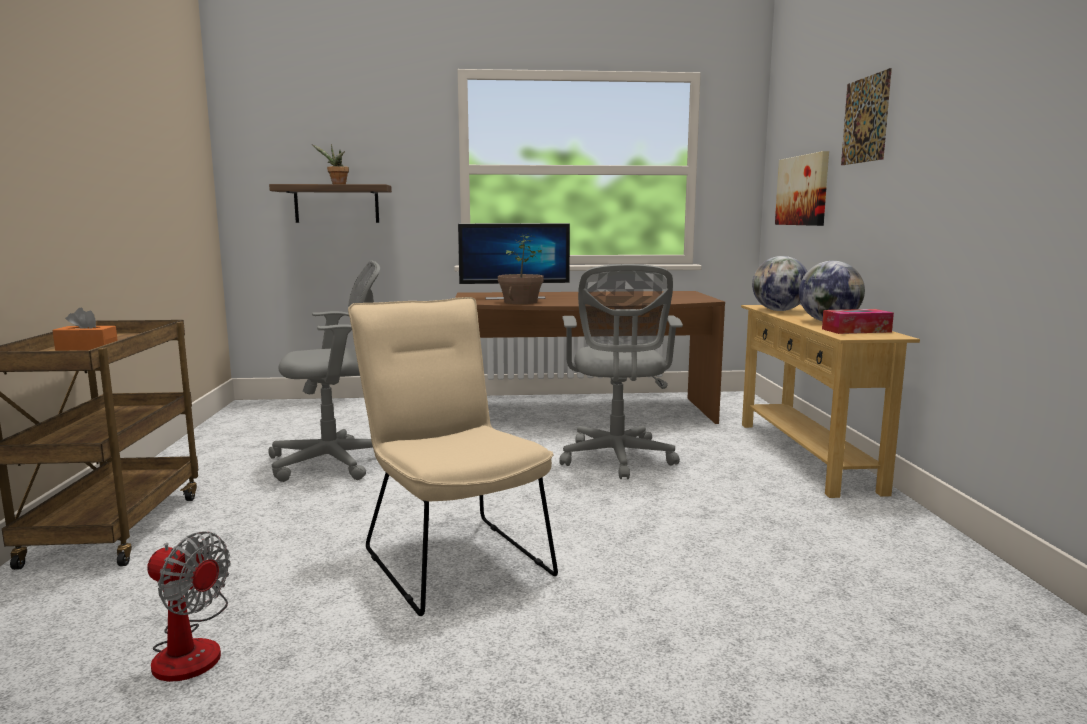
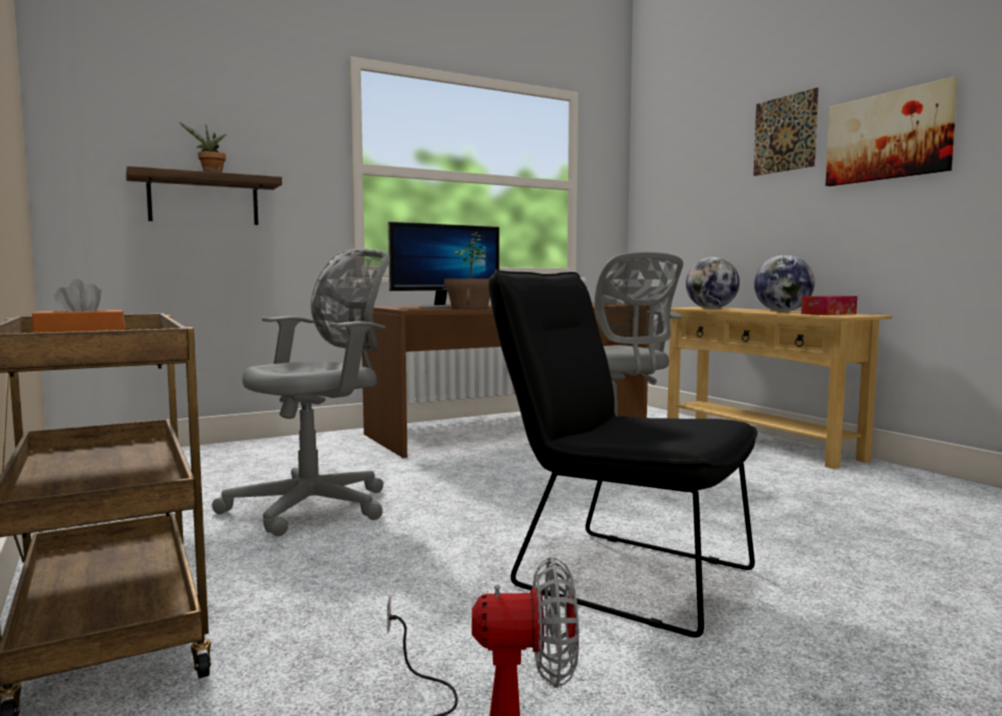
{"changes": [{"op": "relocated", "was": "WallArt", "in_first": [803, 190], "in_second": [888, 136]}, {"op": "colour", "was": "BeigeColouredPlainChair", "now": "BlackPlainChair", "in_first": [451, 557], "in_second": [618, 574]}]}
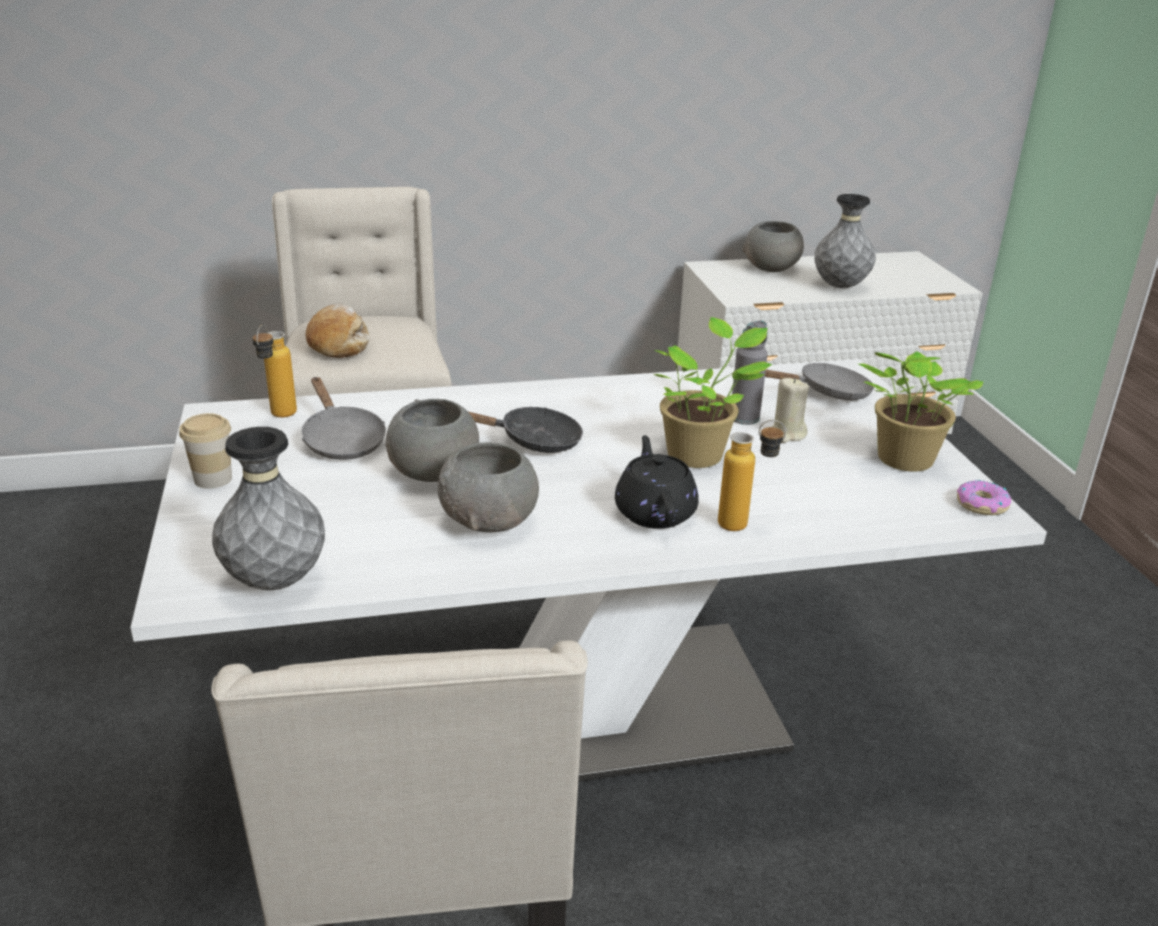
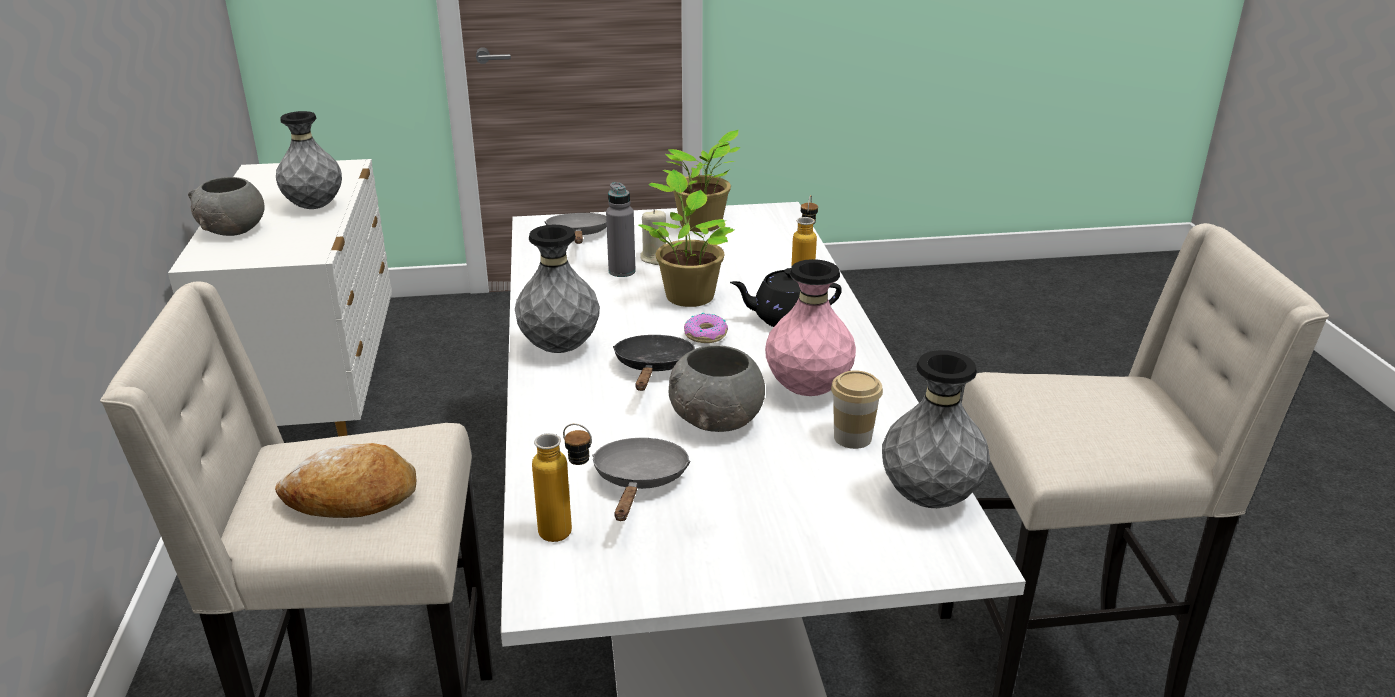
{"changes": [{"op": "spun", "was": "GrayPan", "in_first": [341, 440], "in_second": [639, 482], "clockwise": -60}, {"op": "relocated", "was": "SmallCup", "in_first": [213, 479], "in_second": [852, 438]}, {"op": "exchanged", "was": "GrayServingBowl", "now": "PinkVase", "in_first": [490, 521], "in_second": [807, 390]}, {"op": "relocated", "was": "RingDoughnut", "in_first": [981, 505], "in_second": [706, 335]}, {"op": "appeared", "now": "GrayVase", "in_second": [560, 348]}]}
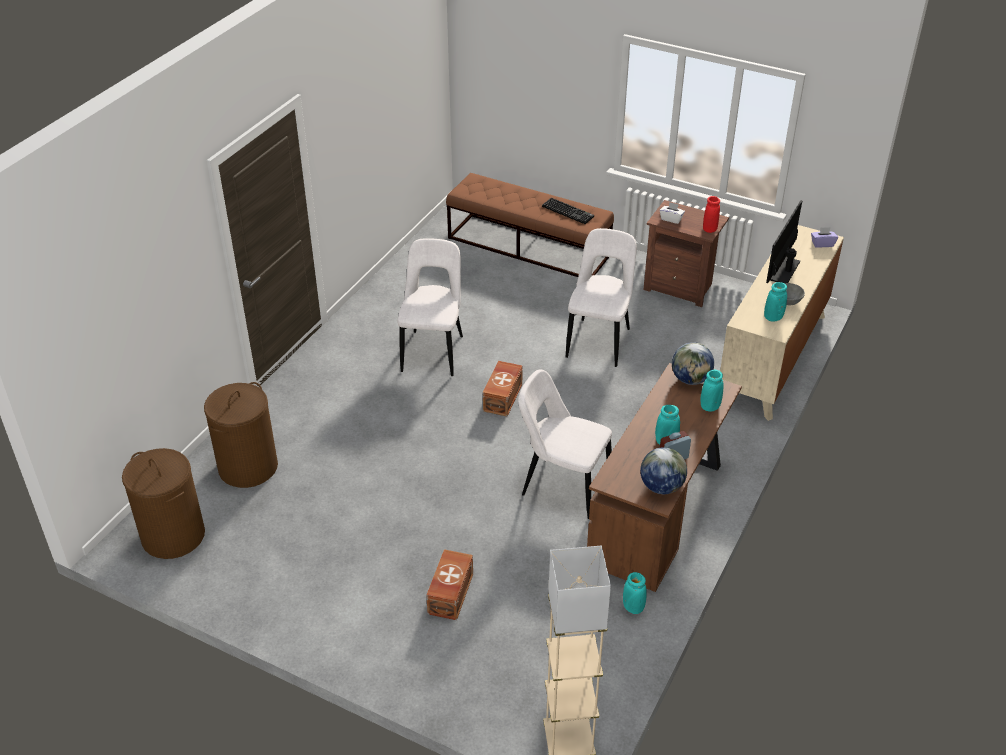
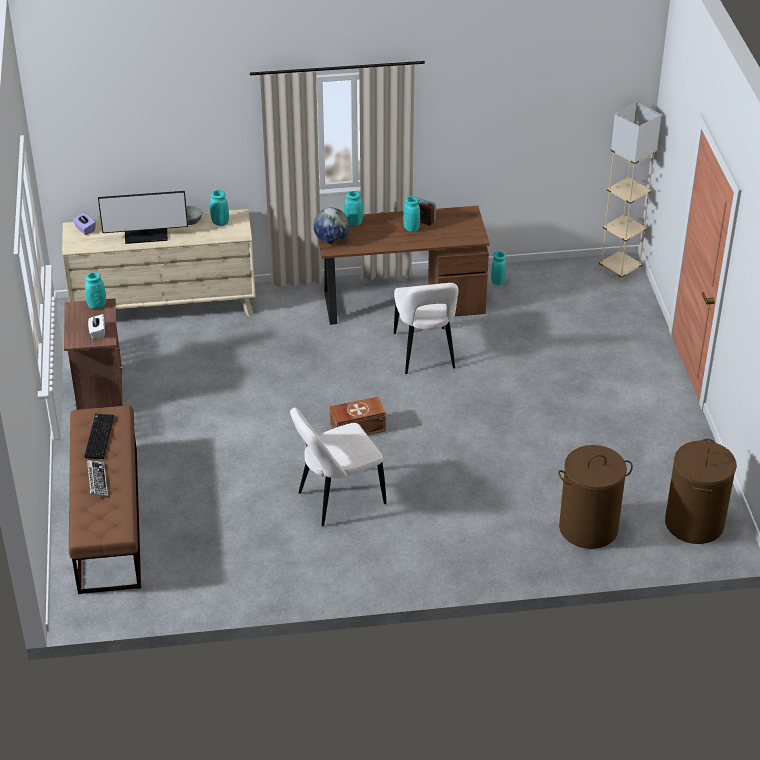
{"changes": [{"op": "colour", "was": "RedColouredVase", "now": "BlueGreenVase", "in_first": [709, 229], "in_second": [97, 305]}, {"op": "missing", "was": "WhiteColouredPlainChair", "in_first": [599, 340]}, {"op": "missing", "was": "WorldGlobe", "in_first": [661, 487]}, {"op": "missing", "was": "BrownStorageBox", "in_first": [449, 594]}, {"op": "appeared", "now": "ComputerKeyboard", "in_second": [97, 481]}]}
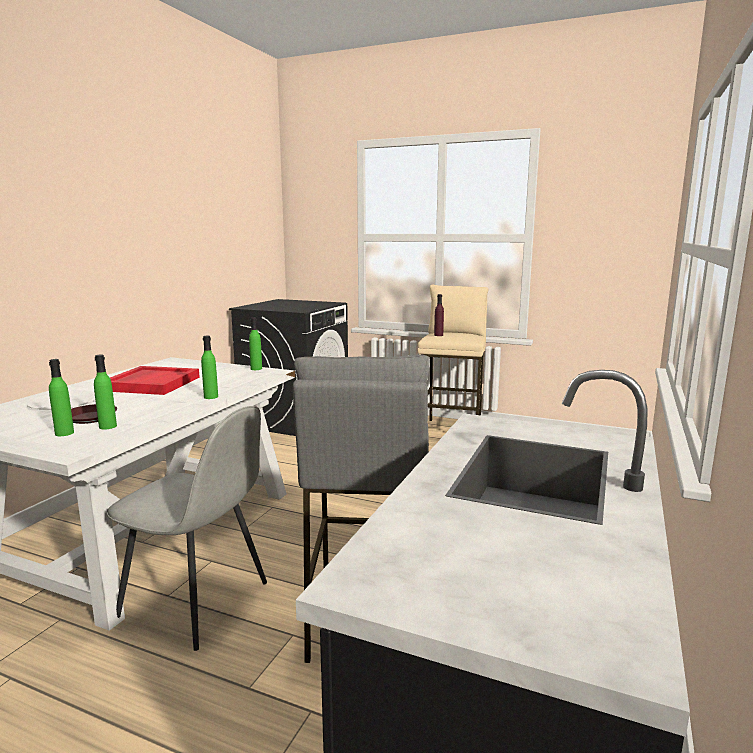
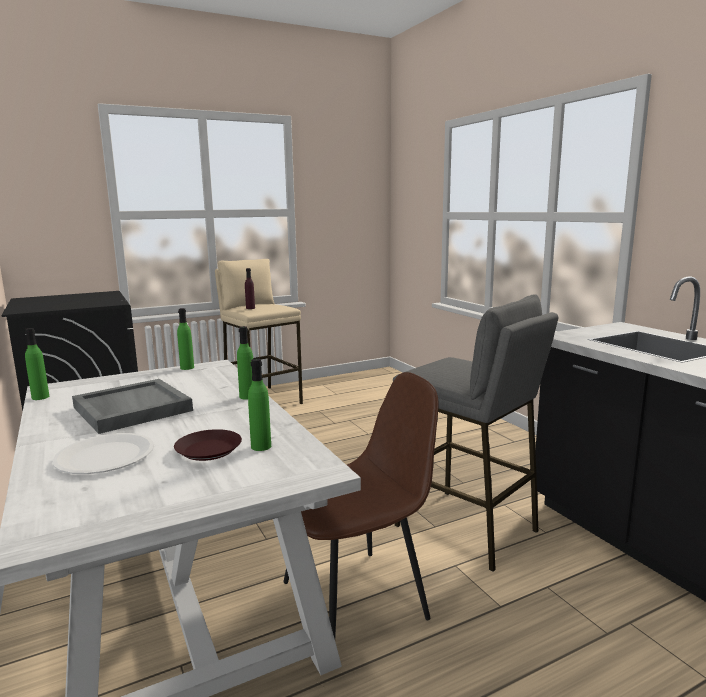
{"changes": [{"op": "relocated", "was": "GreenishBeverageBottle", "in_first": [64, 433], "in_second": [40, 397]}, {"op": "colour", "was": "RedColouredCarryingTray", "now": "GrayCarryingTray", "in_first": [152, 383], "in_second": [131, 409]}, {"op": "colour", "was": "GrayPlainChair", "now": "BrownPlainChair", "in_first": [197, 603], "in_second": [357, 598]}]}
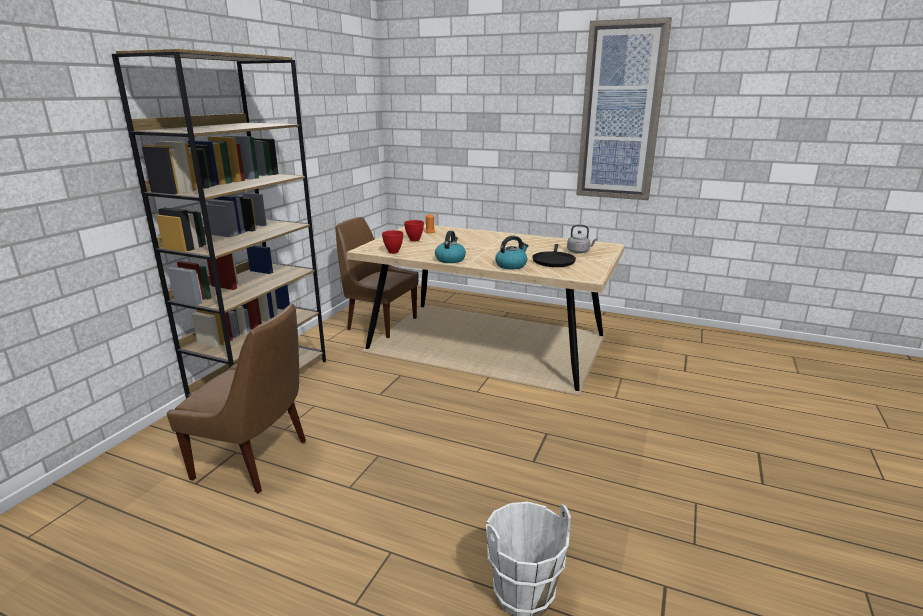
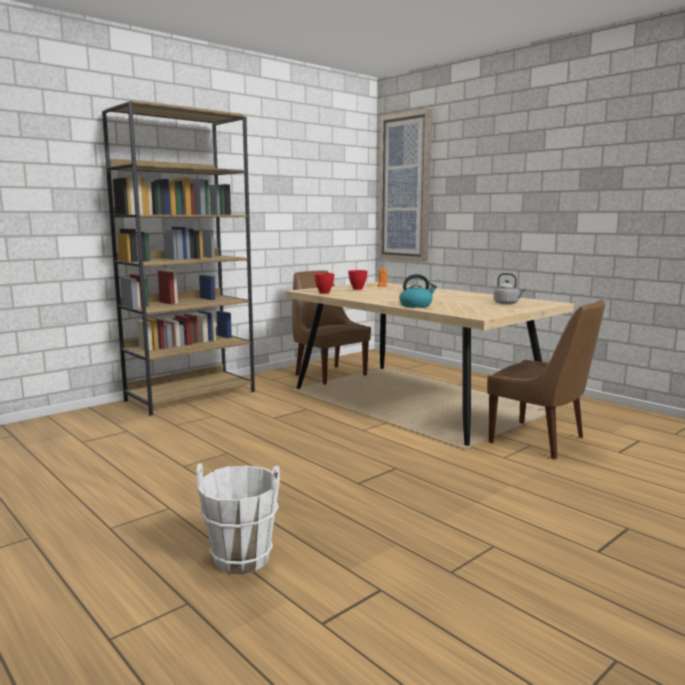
{"changes": [{"op": "relocated", "was": "WallArt", "in_first": [620, 113], "in_second": [405, 188]}, {"op": "missing", "was": "TeaKettle", "in_first": [450, 259]}, {"op": "missing", "was": "BlackPan", "in_first": [553, 261]}, {"op": "relocated", "was": "BrownPlainChair", "in_first": [255, 460], "in_second": [540, 441]}]}
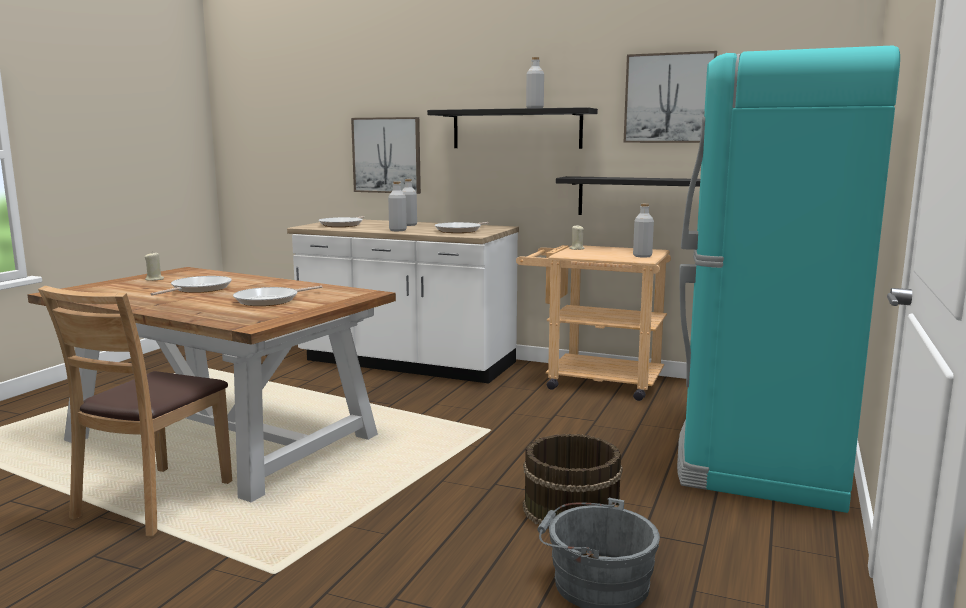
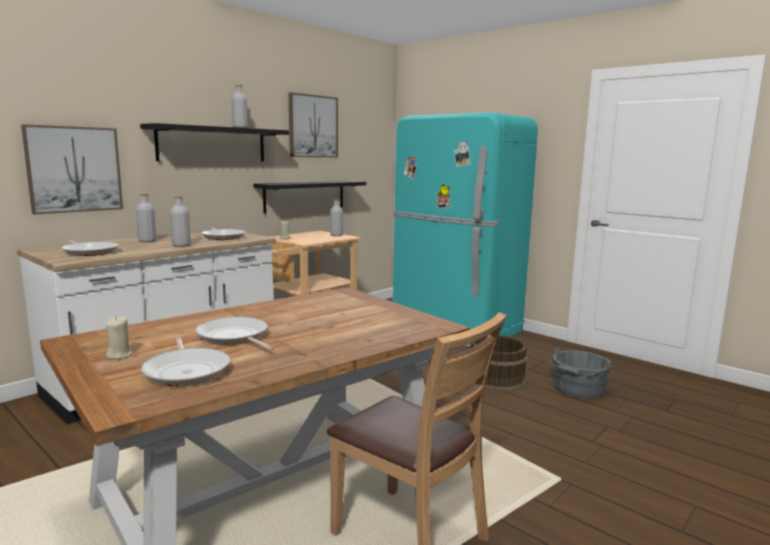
{"changes": [{"op": "relocated", "was": "Pan", "in_first": [270, 300], "in_second": [187, 371]}]}
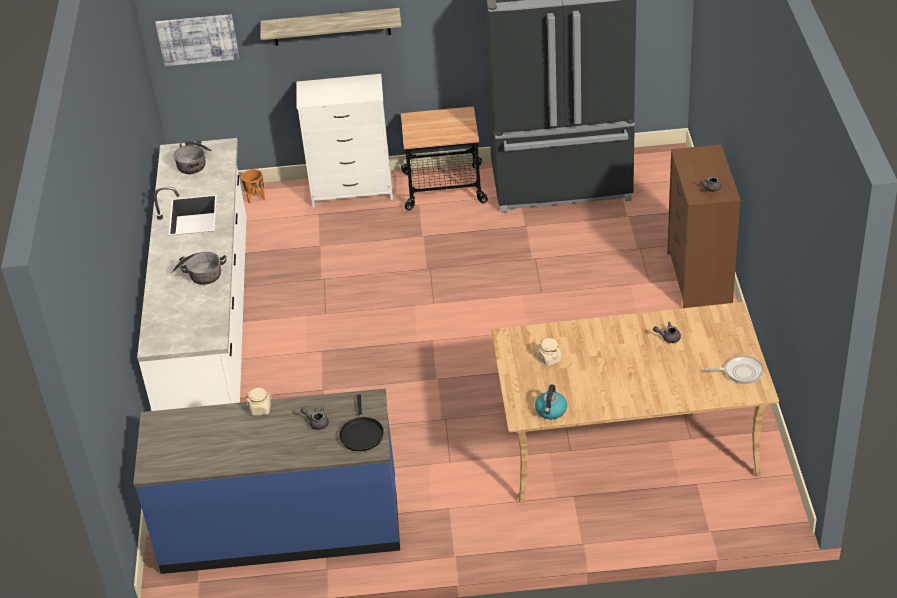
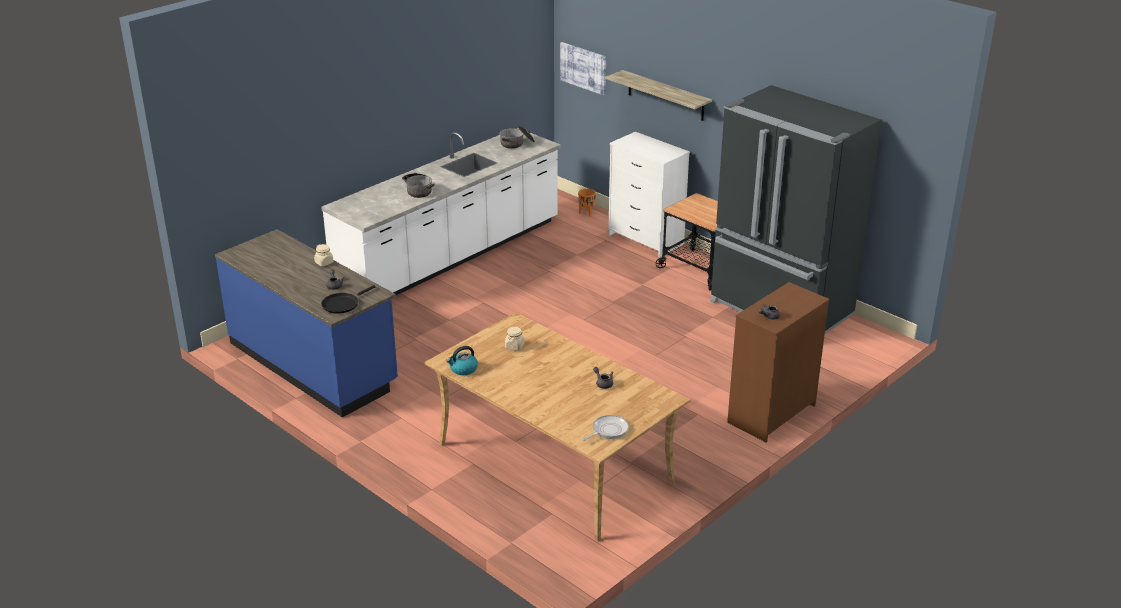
{"changes": [{"op": "spun", "was": "Pan", "in_first": [740, 372], "in_second": [608, 430], "clockwise": -90}]}
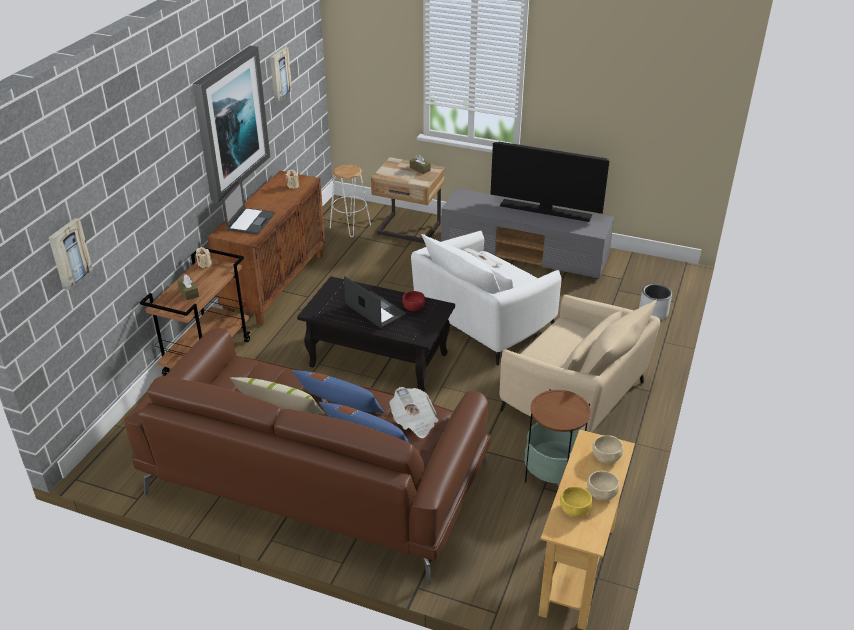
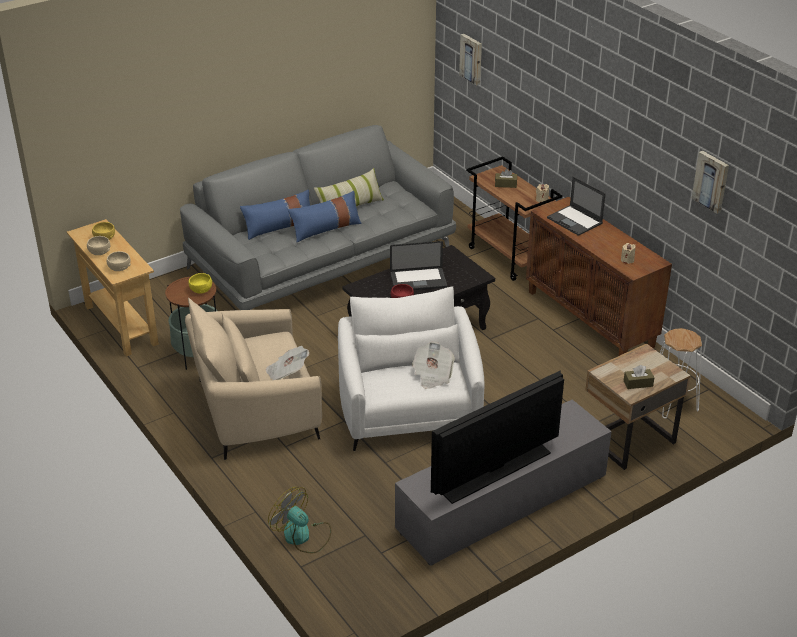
{"changes": [{"op": "missing", "was": "WallArt", "in_first": [230, 122]}, {"op": "exchanged", "was": "GrayPlantPot", "now": "ElectricFan", "in_first": [653, 312], "in_second": [302, 536]}, {"op": "colour", "was": "BrownSettee", "now": "GraySettee", "in_first": [315, 478], "in_second": [322, 260]}, {"op": "relocated", "was": "PrintedPaper", "in_first": [414, 422], "in_second": [287, 372]}, {"op": "appeared", "now": "YellowServingBowl", "in_second": [201, 289]}]}
